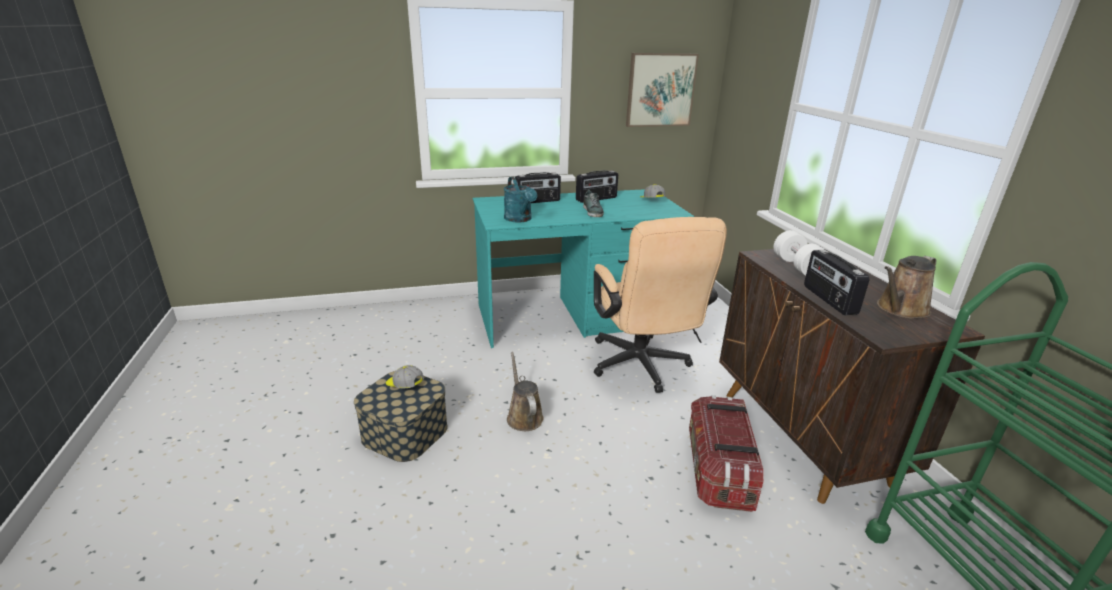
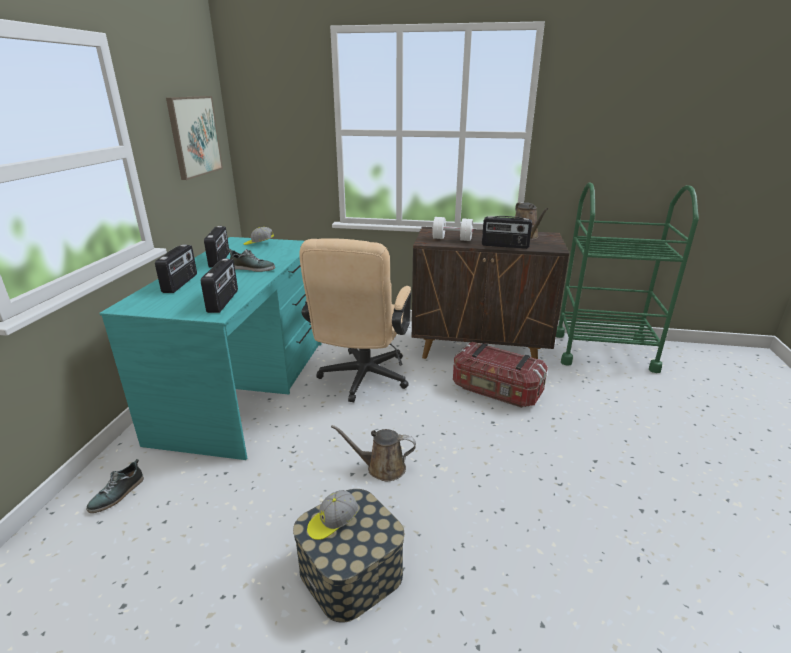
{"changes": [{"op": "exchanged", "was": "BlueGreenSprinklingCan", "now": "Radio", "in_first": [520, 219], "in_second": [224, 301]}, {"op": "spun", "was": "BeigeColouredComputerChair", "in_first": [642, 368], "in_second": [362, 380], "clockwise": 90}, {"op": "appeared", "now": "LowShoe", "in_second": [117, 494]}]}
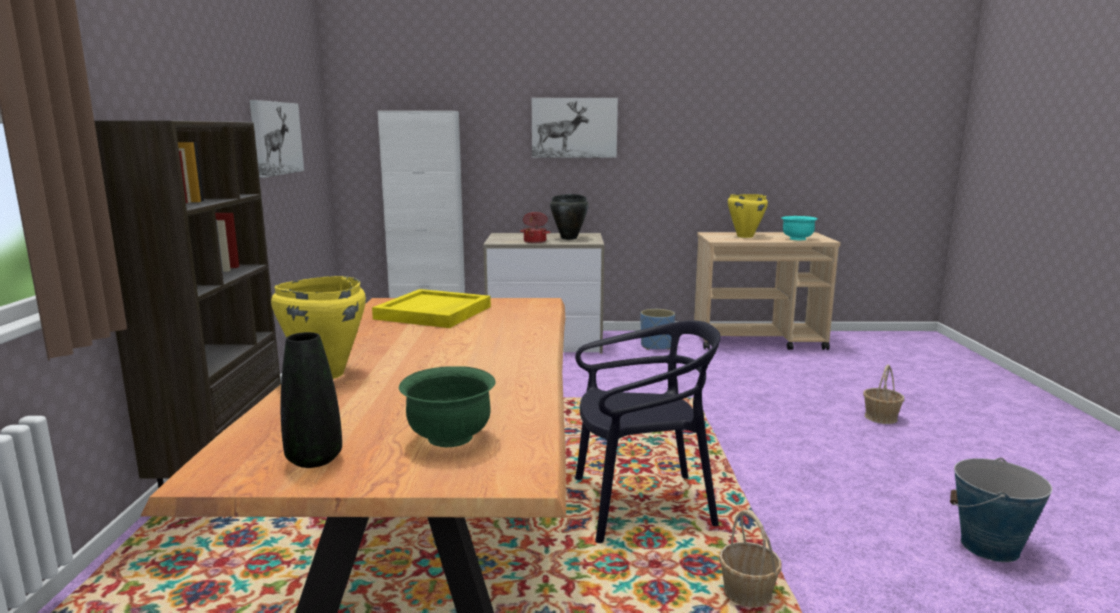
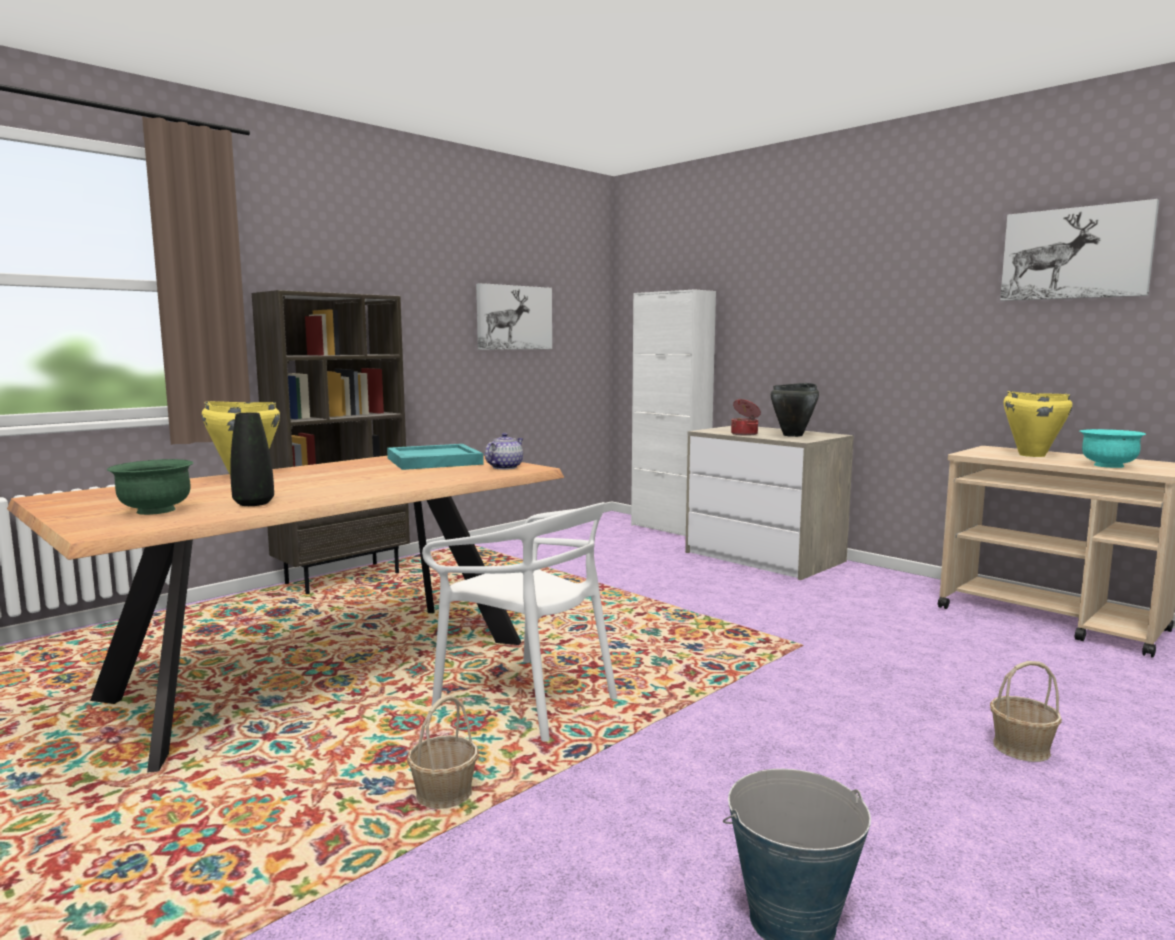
{"changes": [{"op": "relocated", "was": "WallArt", "in_first": [574, 127], "in_second": [1075, 253]}, {"op": "colour", "was": "YellowCarryingTray", "now": "BlueGreenCarryingTray", "in_first": [434, 313], "in_second": [433, 461]}, {"op": "missing", "was": "BlueColouredPlantPot", "in_first": [656, 346]}, {"op": "colour", "was": "BlackPlainChair", "now": "WhiteColouredPlainChair", "in_first": [641, 505], "in_second": [527, 699]}, {"op": "relocated", "was": "BlackVase", "in_first": [314, 459], "in_second": [253, 503]}, {"op": "appeared", "now": "PotForTea", "in_second": [504, 467]}]}
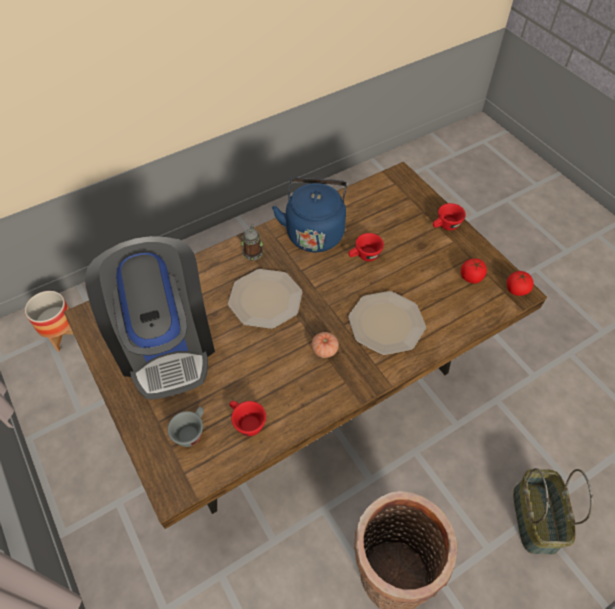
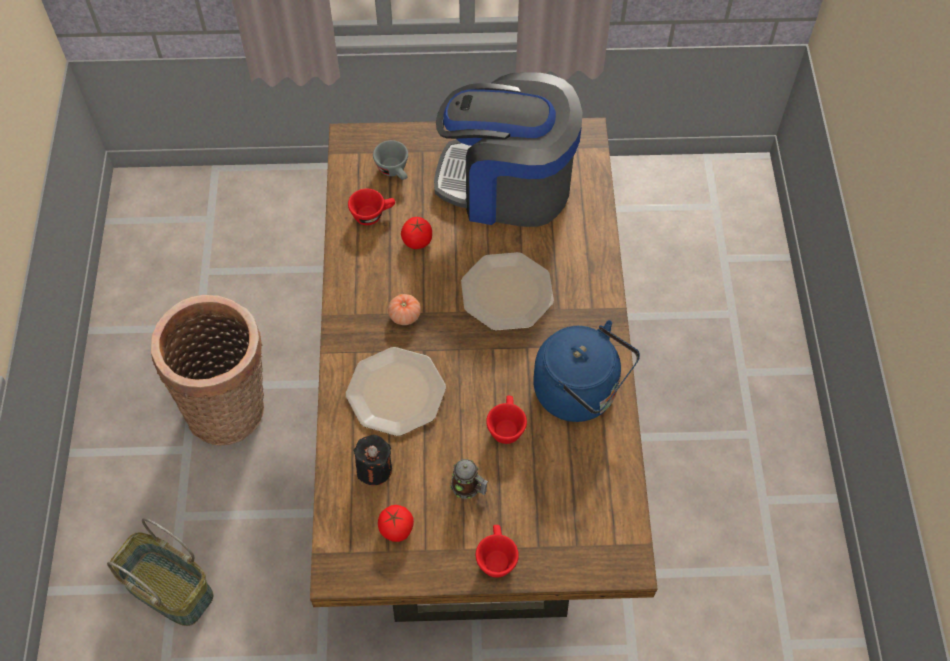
{"changes": [{"op": "relocated", "was": "Mug", "in_first": [253, 251], "in_second": [469, 487]}, {"op": "relocated", "was": "FreshTomato", "in_first": [516, 290], "in_second": [417, 240]}, {"op": "missing", "was": "PlantPot", "in_first": [62, 335]}, {"op": "appeared", "now": "BlackWaxCandle", "in_second": [374, 469]}]}
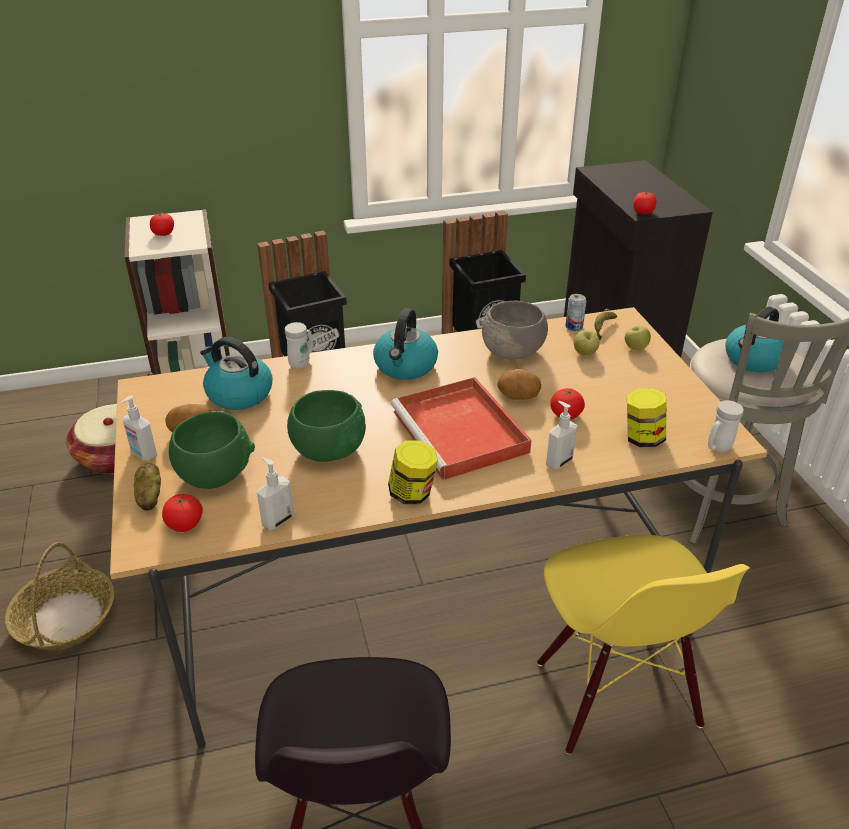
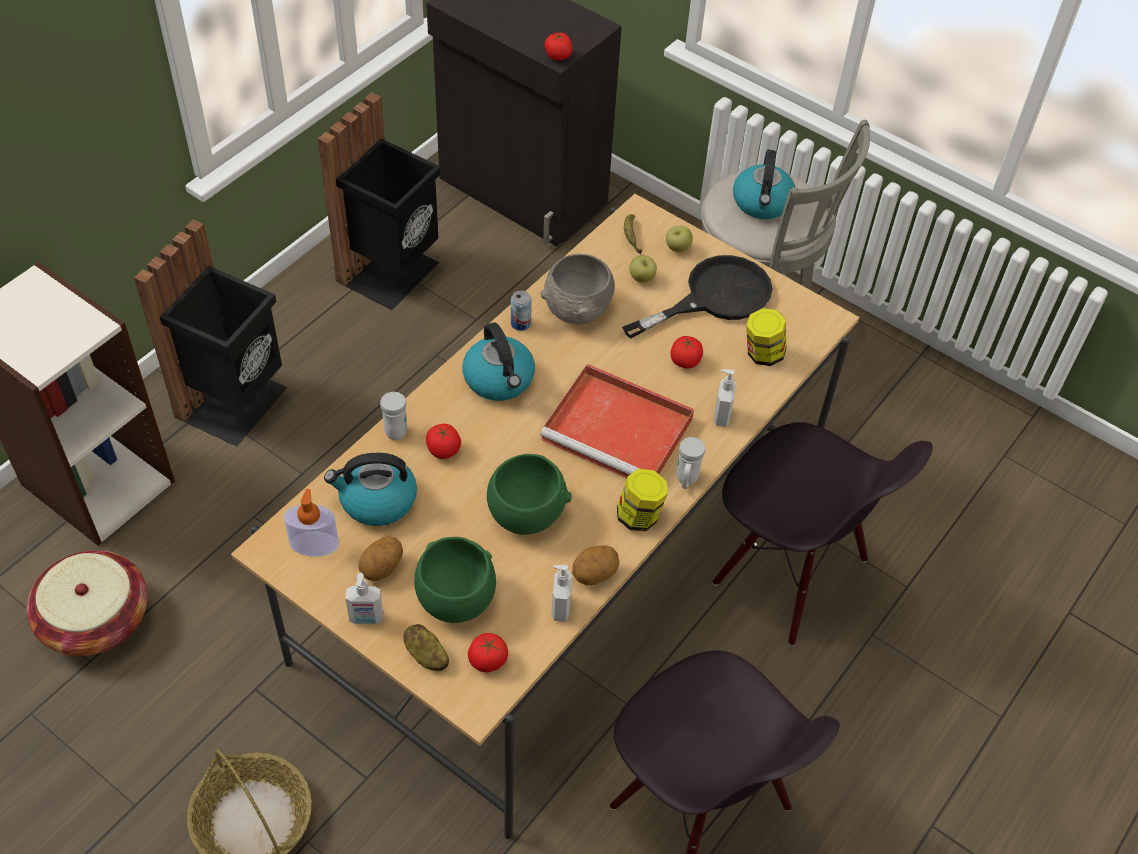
{"changes": [{"op": "relocated", "was": "FreshTomato", "in_first": [163, 233], "in_second": [443, 450]}, {"op": "relocated", "was": "MetalCan", "in_first": [574, 327], "in_second": [520, 323]}, {"op": "relocated", "was": "Potato", "in_first": [518, 397], "in_second": [594, 574]}, {"op": "relocated", "was": "WhiteColouredMug", "in_first": [717, 448], "in_second": [686, 481]}, {"op": "colour", "was": "YellowPlainChair", "now": "BlackPlainChair", "in_first": [615, 694], "in_second": [789, 573]}, {"op": "appeared", "now": "BlackPan", "in_second": [714, 297]}, {"op": "appeared", "now": "LiquidSoapBottle", "in_second": [314, 544]}]}
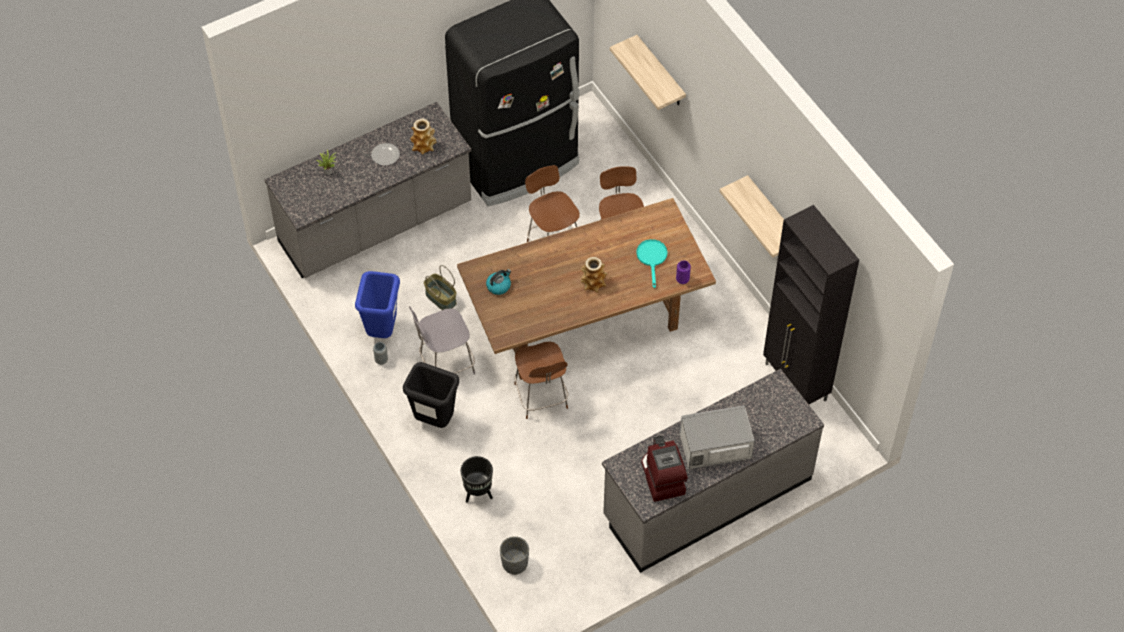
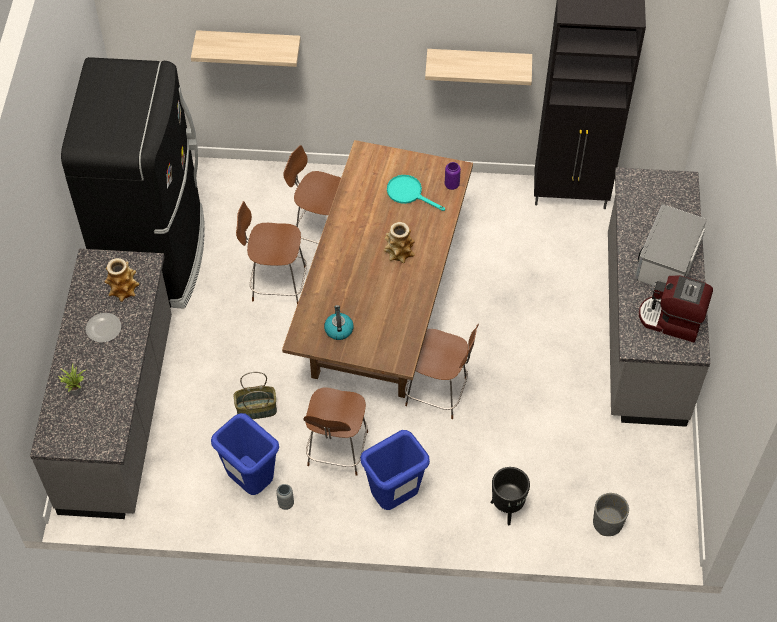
{"changes": [{"op": "colour", "was": "GrayPlainChair", "now": "BrownPlainChair", "in_first": [445, 365], "in_second": [337, 451]}, {"op": "colour", "was": "BlackRubbishBin", "now": "BlueColouredRubbishBin", "in_first": [434, 420], "in_second": [394, 498]}]}
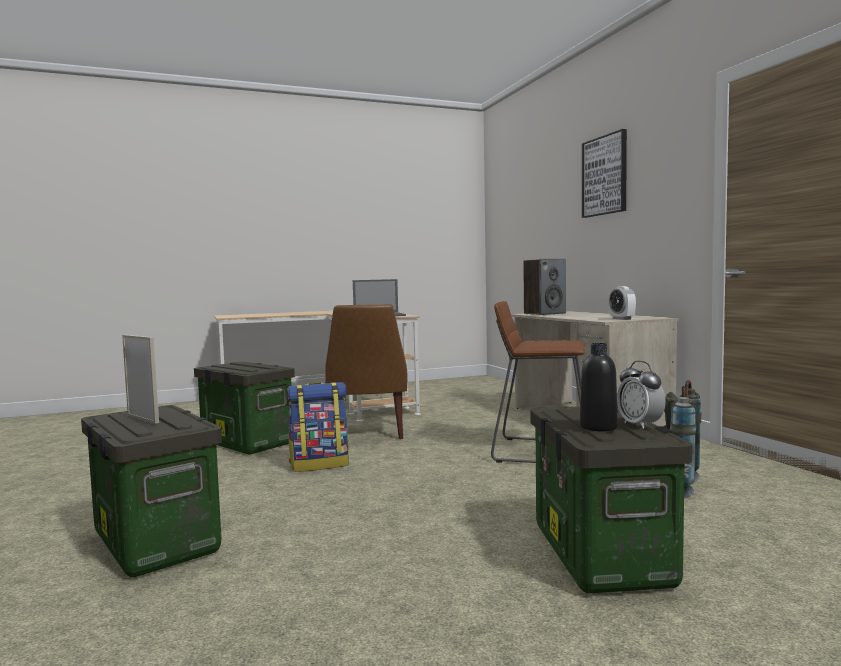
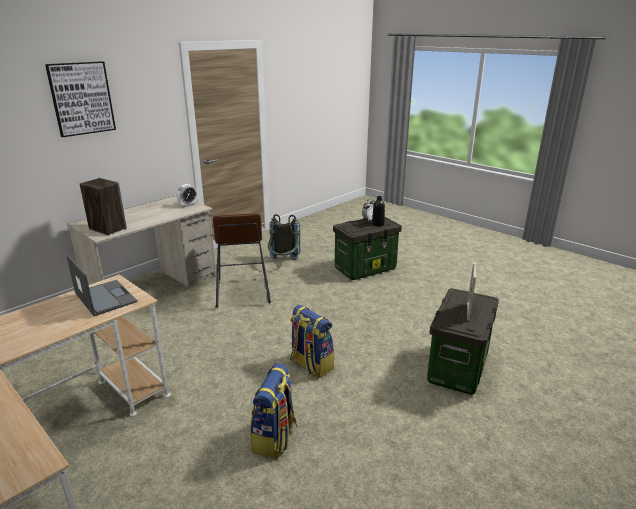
{"changes": [{"op": "missing", "was": "BrownPlainChair", "in_first": [368, 433]}, {"op": "exchanged", "was": "StorageBox", "now": "Backpack", "in_first": [245, 443], "in_second": [275, 438]}]}
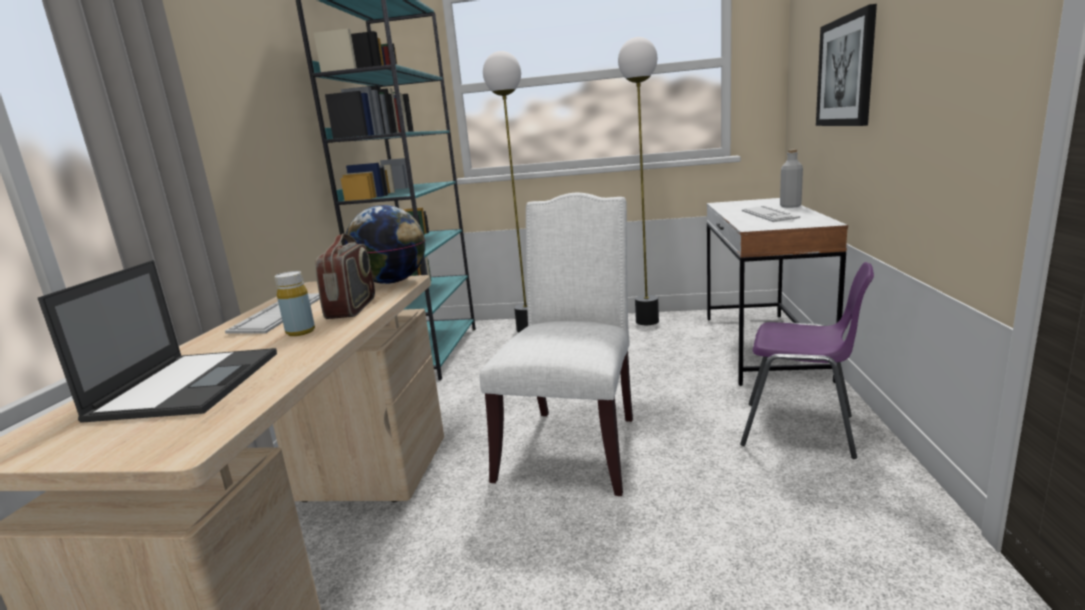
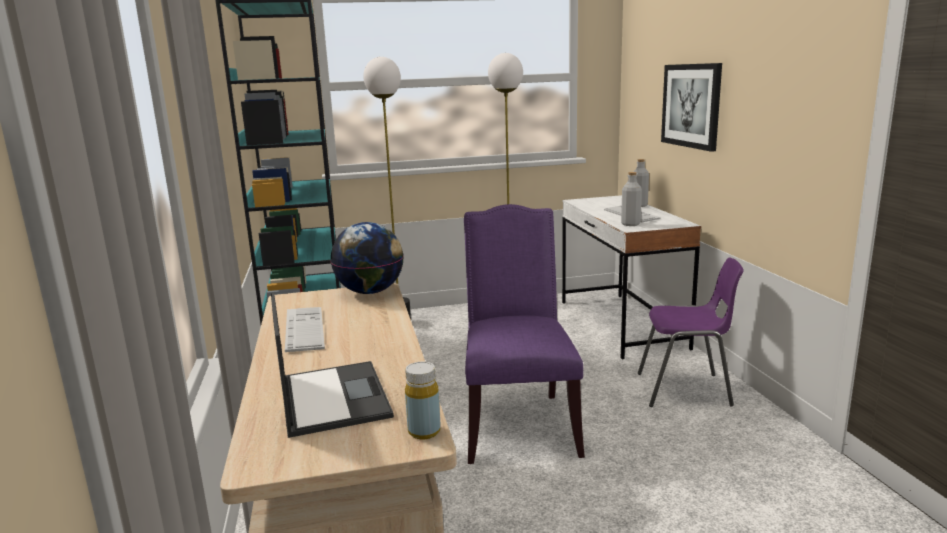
{"changes": [{"op": "colour", "was": "WhiteColouredPlainChair", "now": "PurplishPlainChair", "in_first": [573, 444], "in_second": [518, 423]}, {"op": "missing", "was": "Radio", "in_first": [352, 308]}, {"op": "relocated", "was": "YellowBeverageBottle", "in_first": [300, 332], "in_second": [424, 431]}, {"op": "appeared", "now": "GrayBeverageBottle", "in_second": [630, 224]}]}
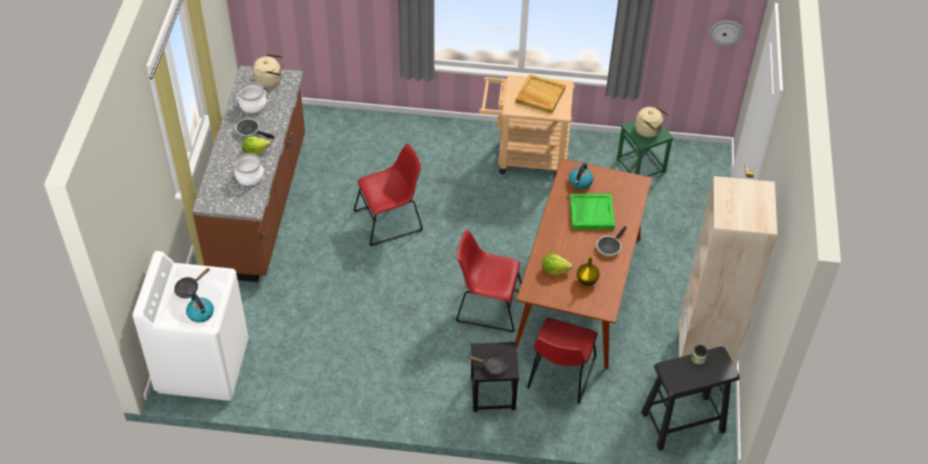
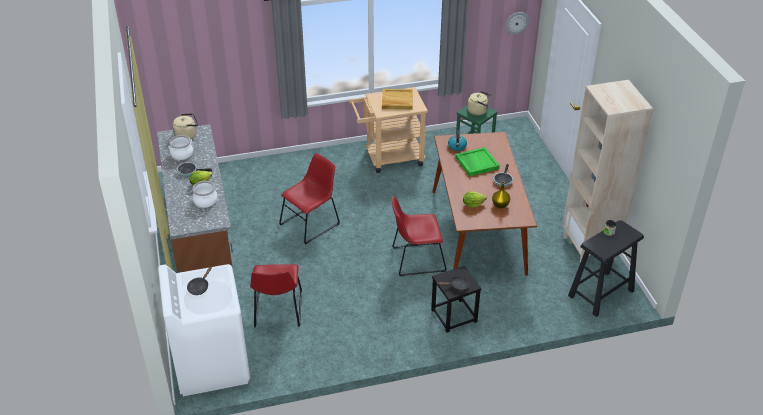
{"changes": [{"op": "missing", "was": "TeaKettle", "in_first": [200, 313]}, {"op": "relocated", "was": "RedColouredPlainChair", "in_first": [560, 375], "in_second": [278, 311]}]}
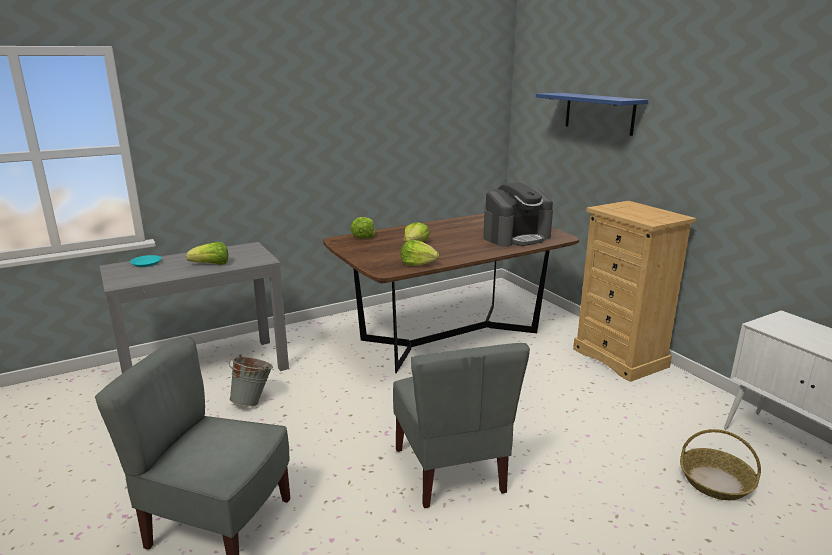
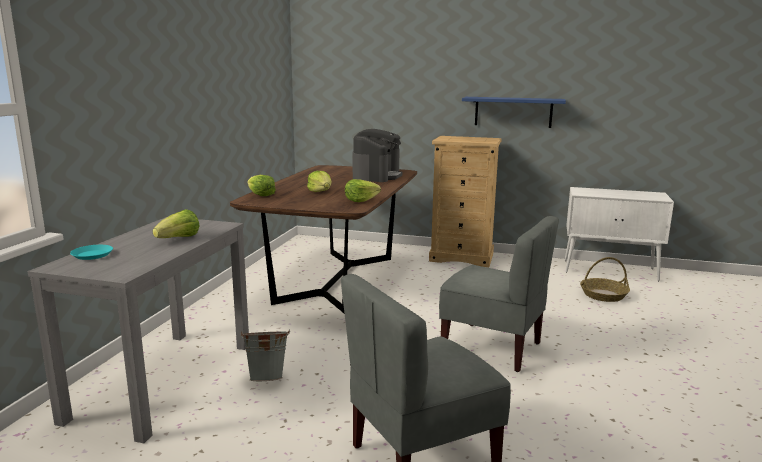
{"changes": [{"op": "relocated", "was": "BlueColouredWallShelf", "in_first": [599, 113], "in_second": [513, 112]}]}
